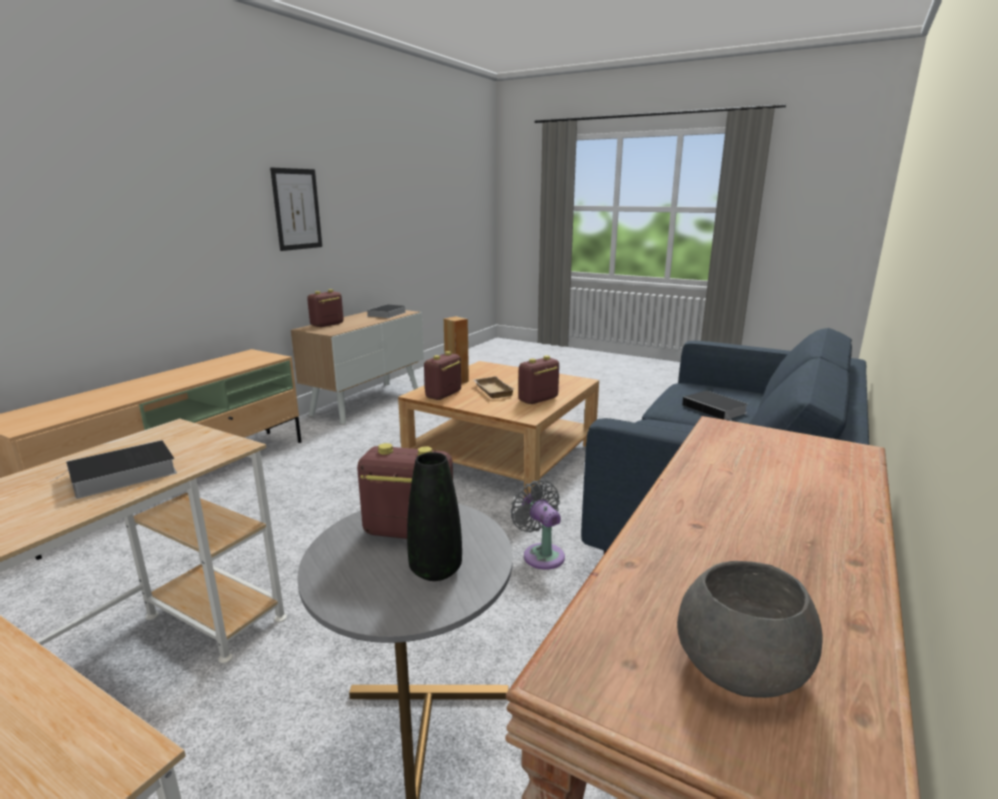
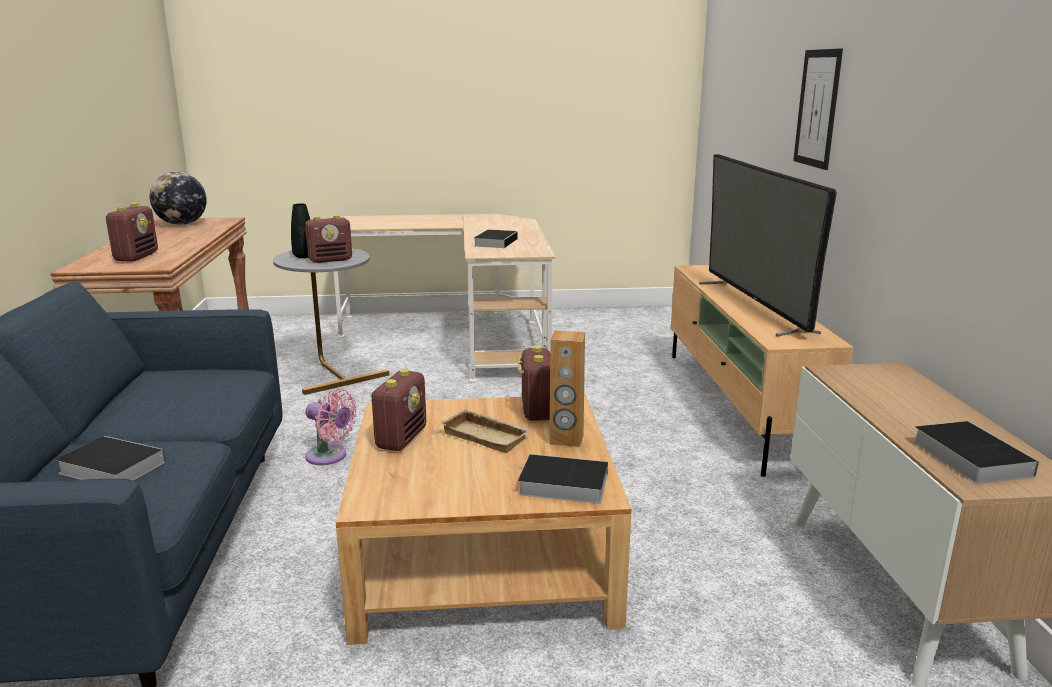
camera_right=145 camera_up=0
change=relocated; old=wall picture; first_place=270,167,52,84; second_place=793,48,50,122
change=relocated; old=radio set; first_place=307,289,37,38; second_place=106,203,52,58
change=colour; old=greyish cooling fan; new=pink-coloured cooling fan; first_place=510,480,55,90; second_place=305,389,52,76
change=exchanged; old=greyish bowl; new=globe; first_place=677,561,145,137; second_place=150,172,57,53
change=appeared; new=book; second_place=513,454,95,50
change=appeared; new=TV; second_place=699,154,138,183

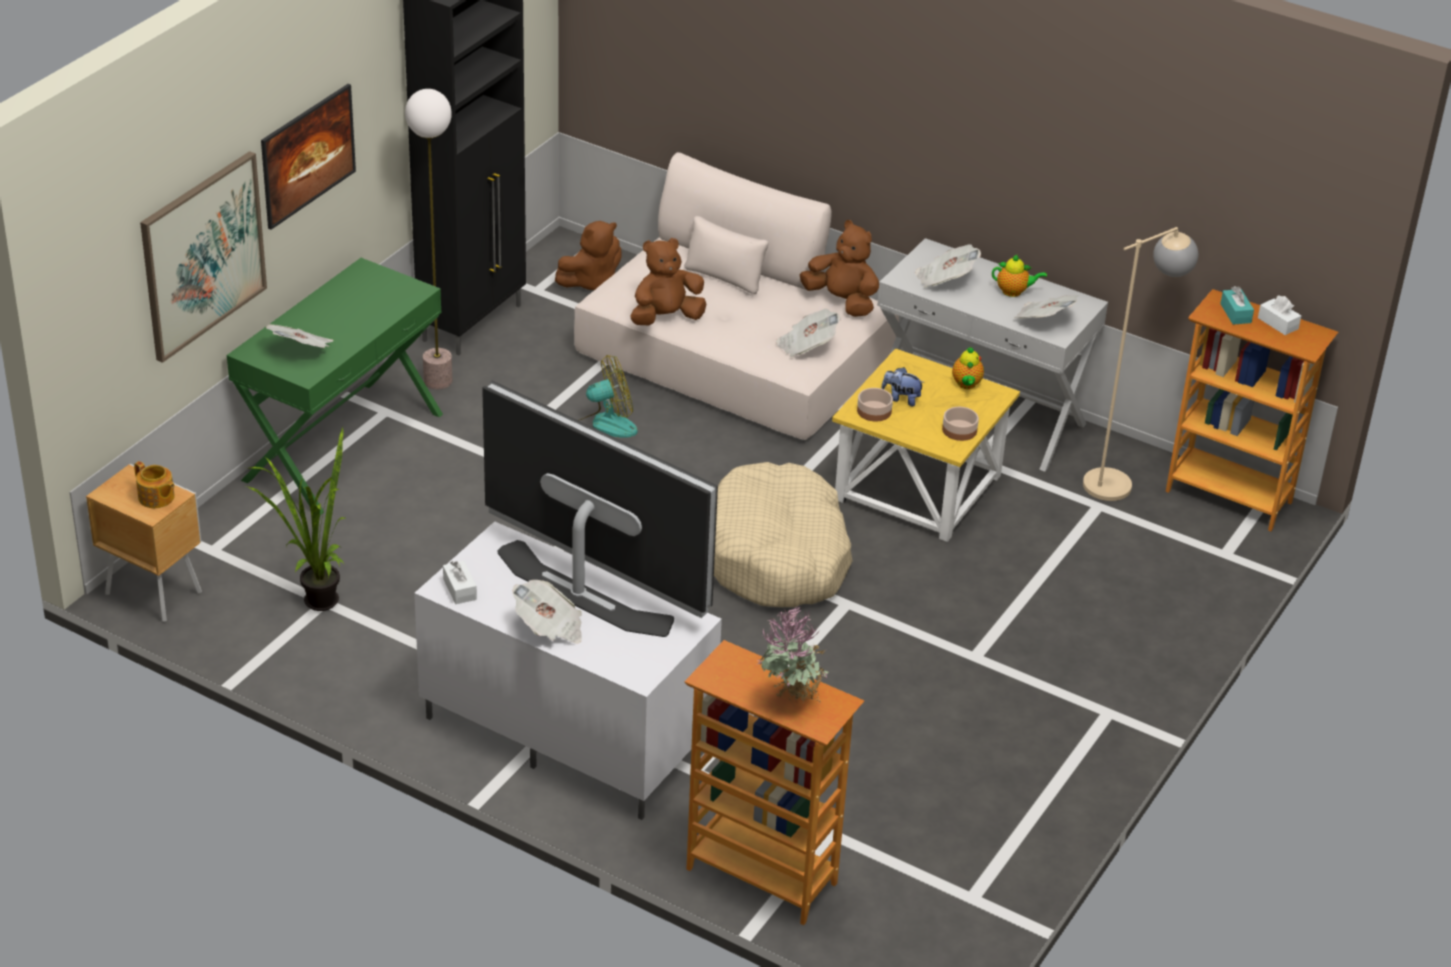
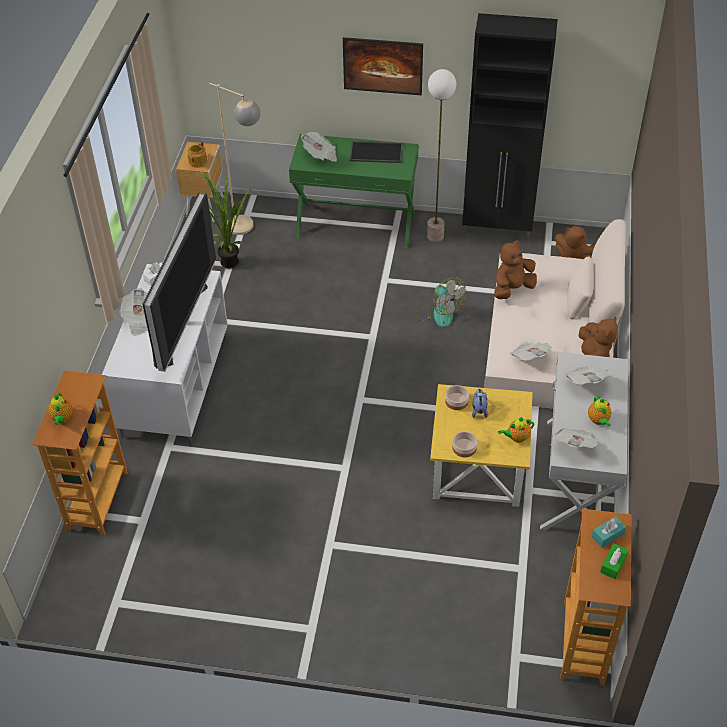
camera_right=70 camera_up=10
change=missing; old=wall picture; first_place=140,151,127,212
change=spun; old=brown cuddly toy; first_place=631,238,75,87; second_place=494,240,43,59; degrees=-75
change=missing; old=beige dog cushion; first_place=714,462,139,145
change=exchanged; old=potted plant; new=tea pot; first_place=756,606,72,98; second_place=48,391,25,34
change=relocated; old=beige standing lamp; first_place=1083,227,115,274; second_place=209,83,51,152
change=colour; old=whitish tissue holder; new=greenish tissue holder; first_place=1258,296,43,39; second_place=600,543,28,36
change=appeared; new=carrying tray; second_place=349,141,54,22

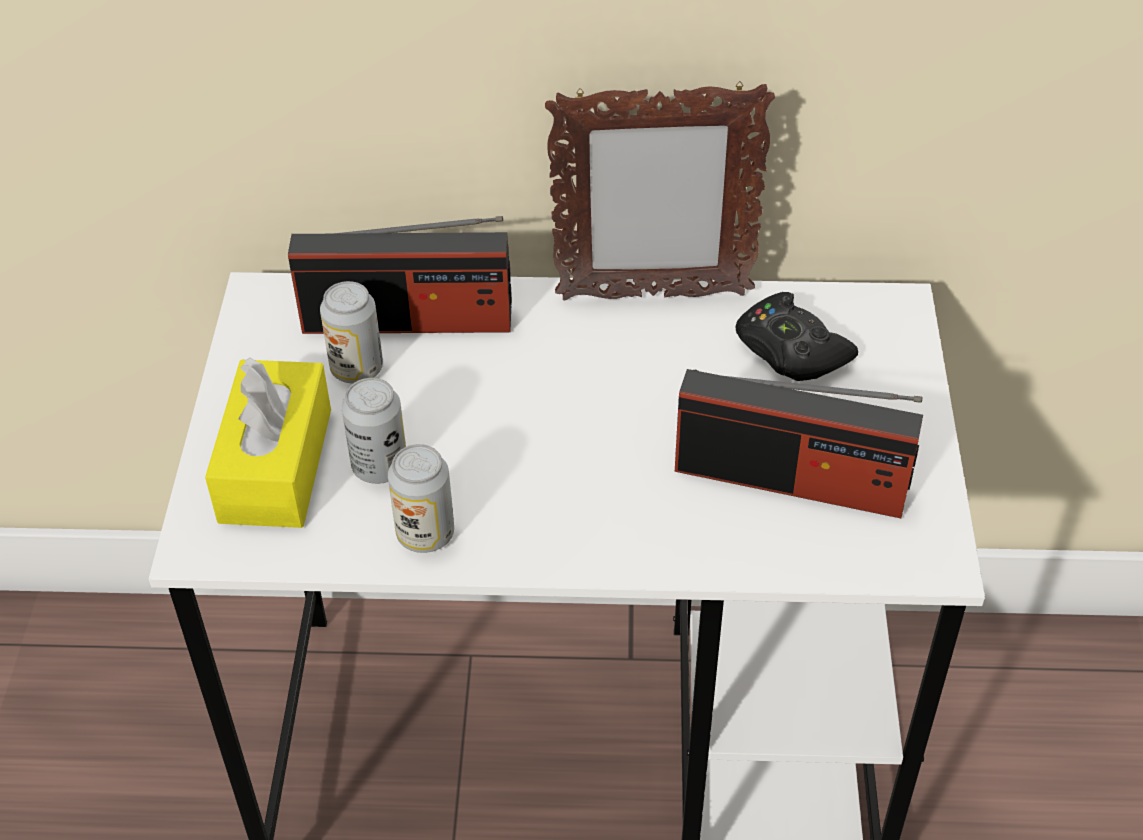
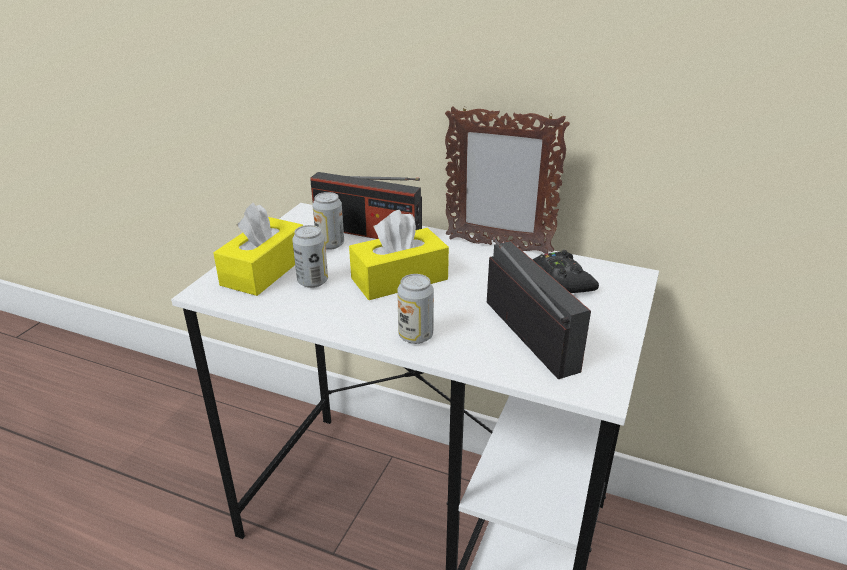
camera_right=20 camera_up=-15
change=relocated; old=can; first_place=388,444,66,109; second_place=397,274,37,70
change=spun; old=radio set; first_place=675,369,248,149; second_place=487,237,104,142; degrees=-150
change=appeared; new=yellow-coloured tissue holder; second_place=349,210,100,90

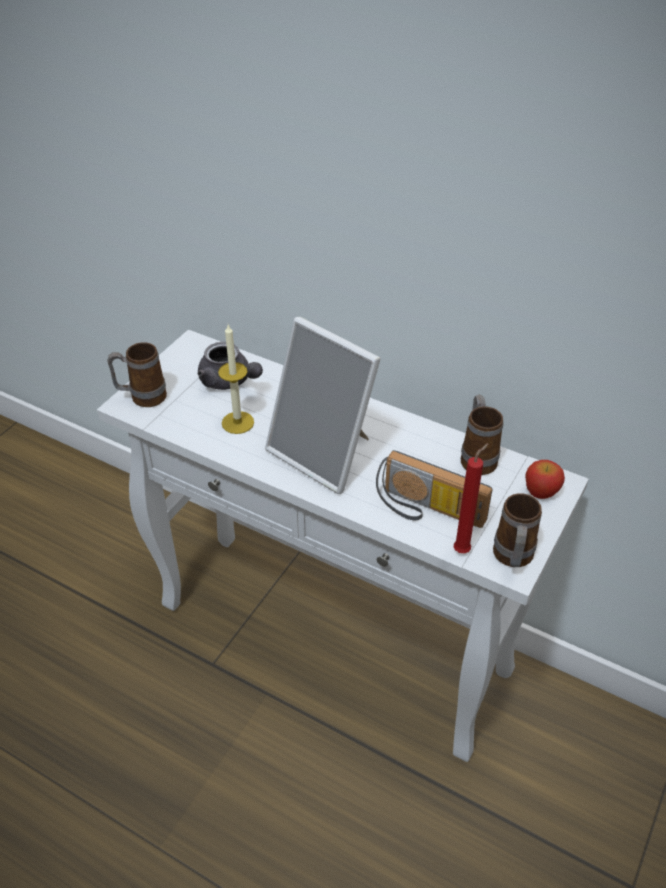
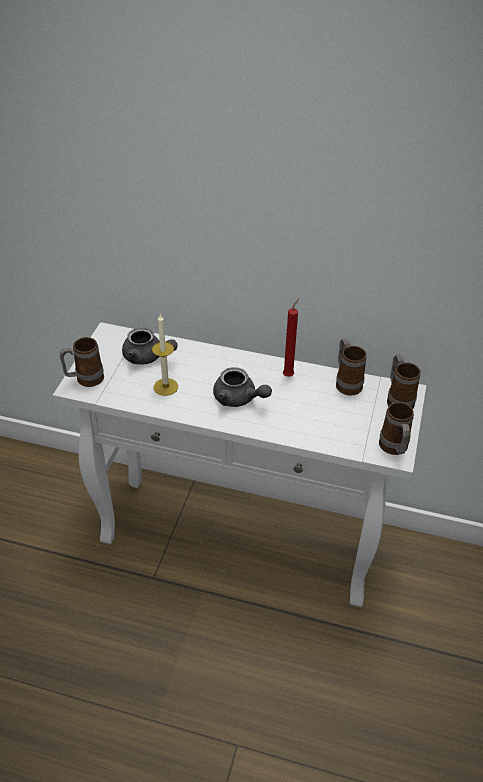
camera_right=-15 camera_up=0
change=exchanged; old=picture frame; new=greyish tea pot; first_place=265,317,116,177; second_place=213,367,59,40
change=missing; old=radio set; first_place=376,450,117,78
change=relocated; old=reddish wax candle; first_place=454,443,35,110; second_place=283,298,16,79
change=exchanged; old=apple fruit; new=tea mug; first_place=525,460,40,39; second_place=387,354,34,55

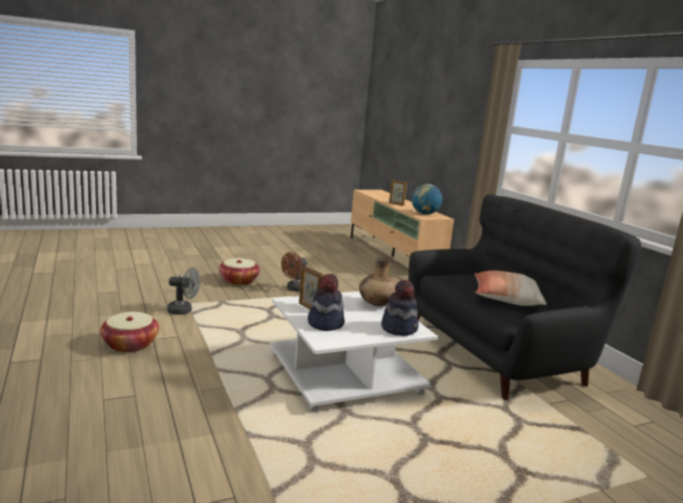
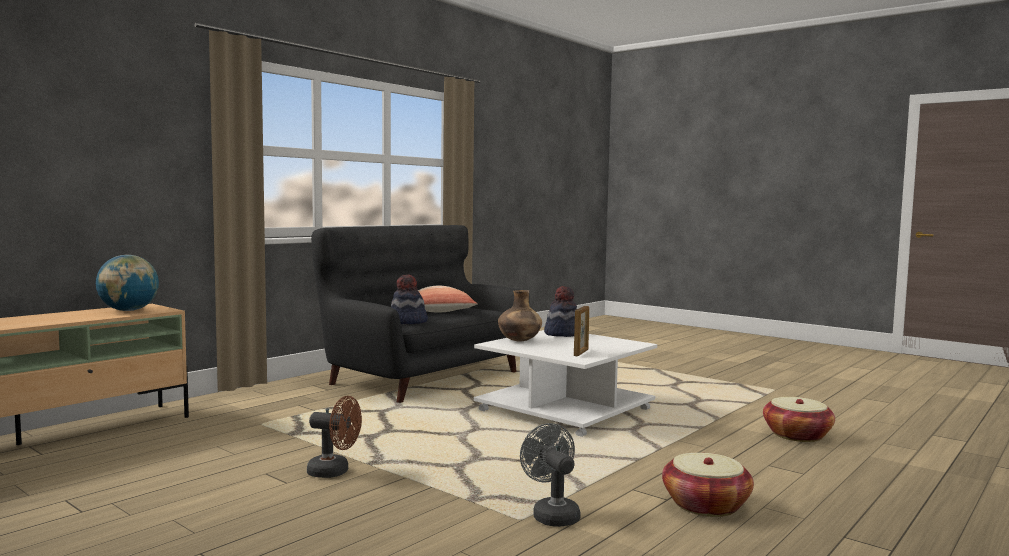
camera_right=-115 camera_up=-10
change=relocated; old=basket; first_place=219,258,41,27; second_place=763,397,72,45
change=relocated; old=wearable hat; first_place=308,274,37,57; second_place=391,275,37,49
change=missing; old=picture frame; first_place=389,179,18,27

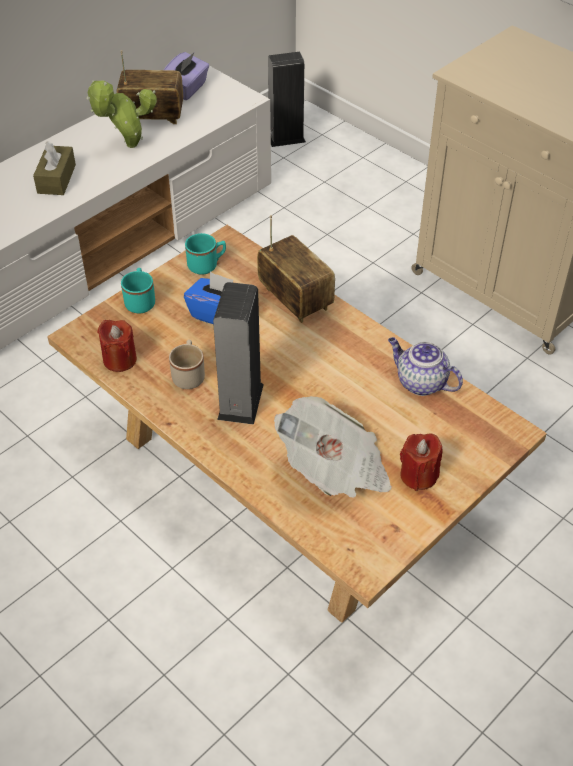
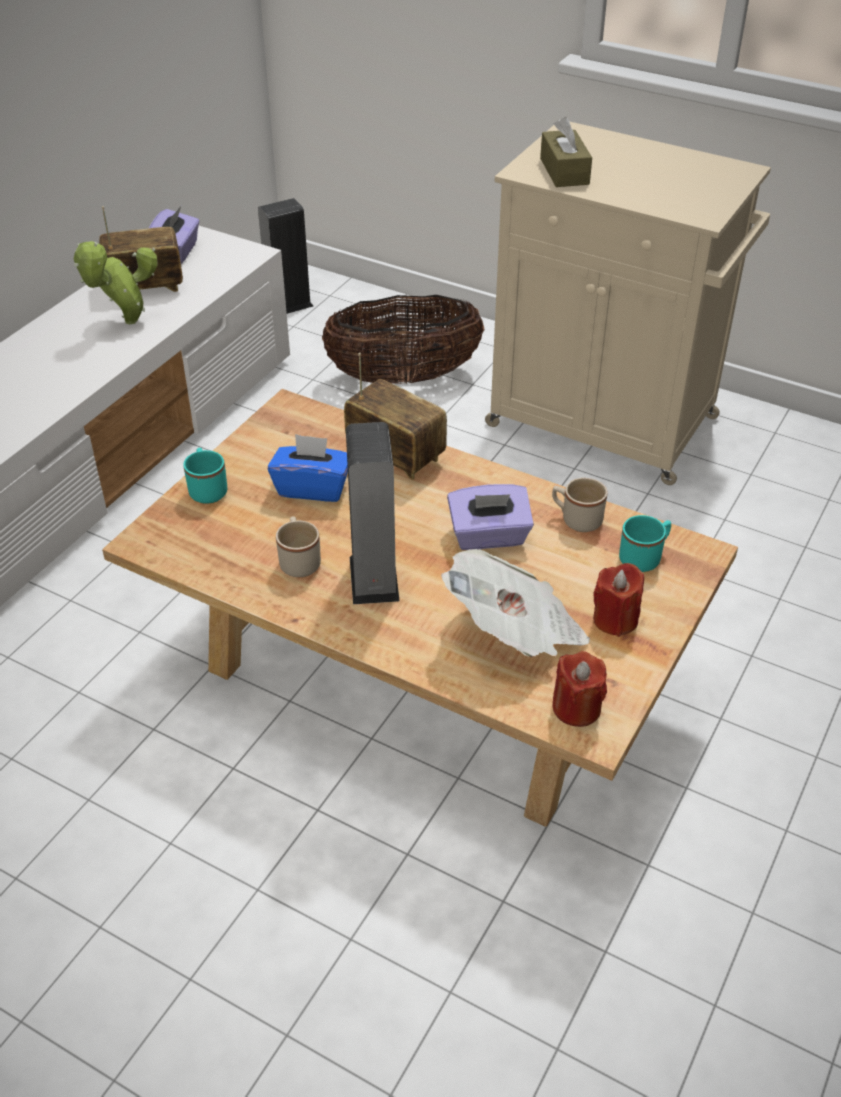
camera_right=-15 camera_up=-5
change=relocated; old=brown tissue holder; first_place=33,141,43,54; second_place=540,117,52,70
change=relocated; old=reddish wax candle; first_place=98,320,39,52; second_place=553,651,54,76
change=relocated; old=turquoise tea mug; first_place=185,233,41,42; second_place=619,515,52,57
change=exchanged; old=tea pot; new=beige tea mug; first_place=388,337,75,59; second_place=552,478,55,54
change=appeared; new=basket; second_place=322,295,162,89
change=appeared; new=purplish tissue holder; second_place=447,484,87,66

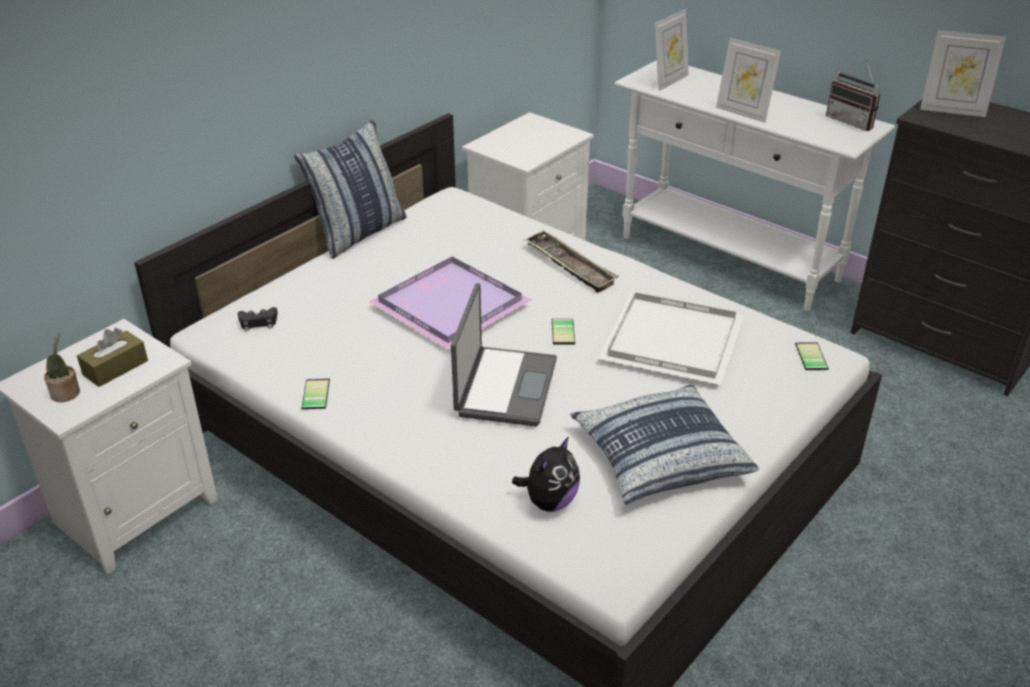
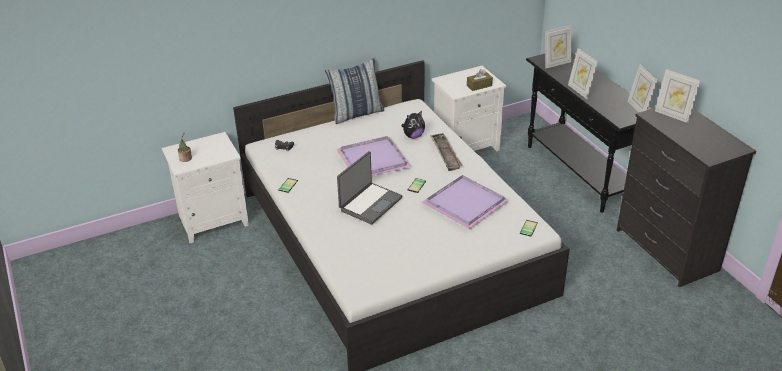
camera_right=25 camera_up=0
change=relocated; old=brown tissue holder; first_place=77,328,71,59; second_place=467,69,26,22
change=relocated; old=cuddly toy; first_place=512,436,68,76; second_place=401,111,24,28
change=missing; old=pillow; first_place=570,384,189,121
change=colour; old=whitish carrying tray; new=purplish carrying tray; first_place=598,293,146,92; second_place=422,175,87,54
change=colour; old=whitish console table; new=black-coloured console table; first_place=614,60,281,251; second_place=526,52,126,161
change=exchanged; old=radio set; new=picture frame; first_place=826,62,54,69; second_place=627,65,31,47

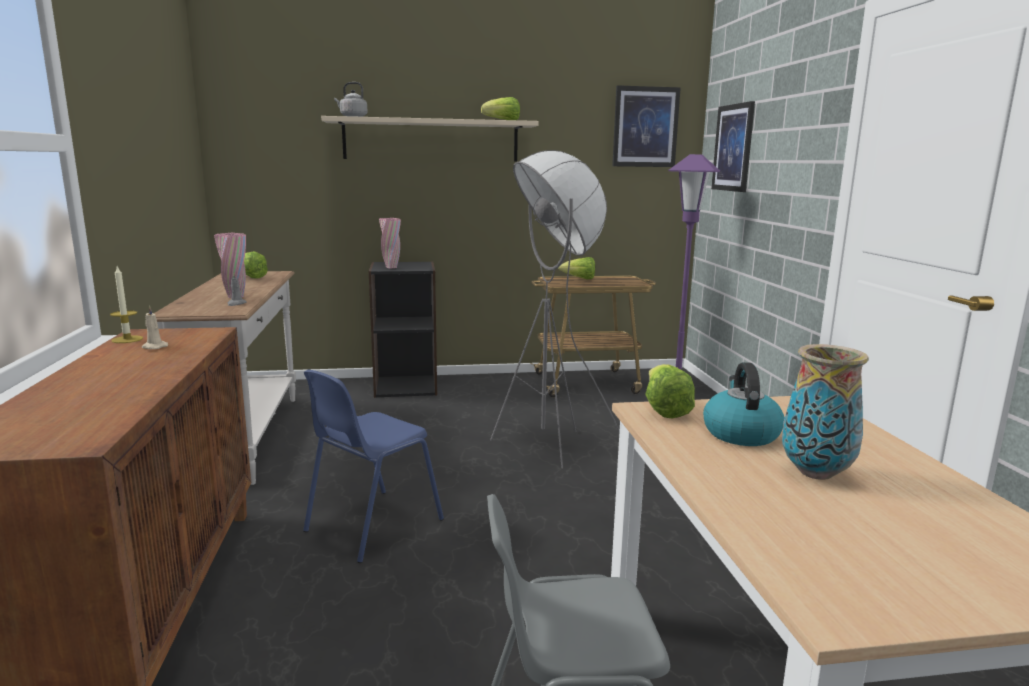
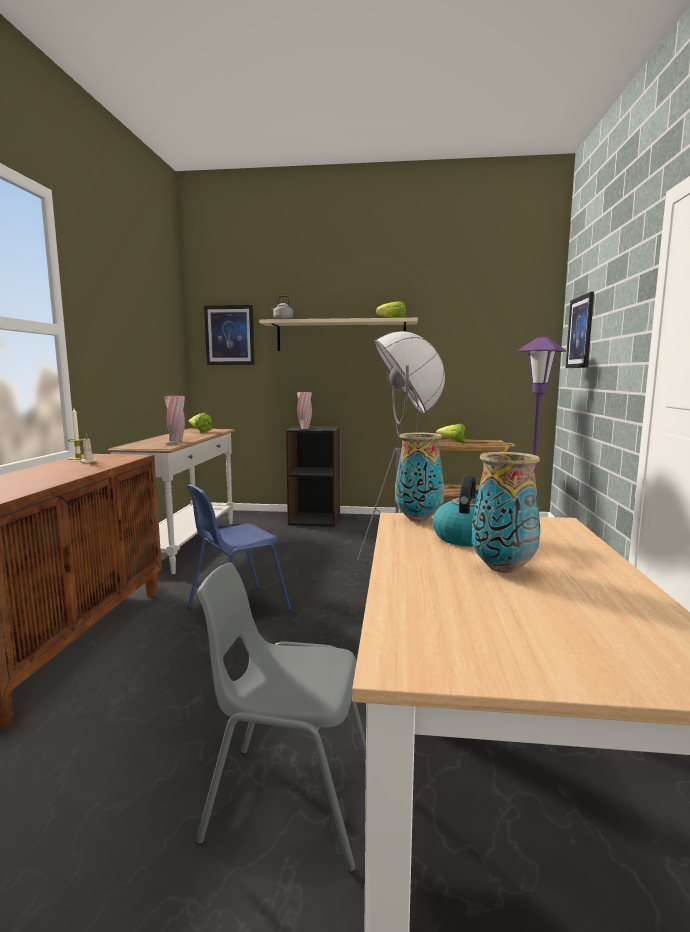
camera_right=15 camera_up=-5
change=relocated; old=wall picture; first_place=612,85,69,82; second_place=204,305,51,60
change=exchanged; old=head of lettuce; new=decorative vase; first_place=645,364,50,54; second_place=395,432,49,90

